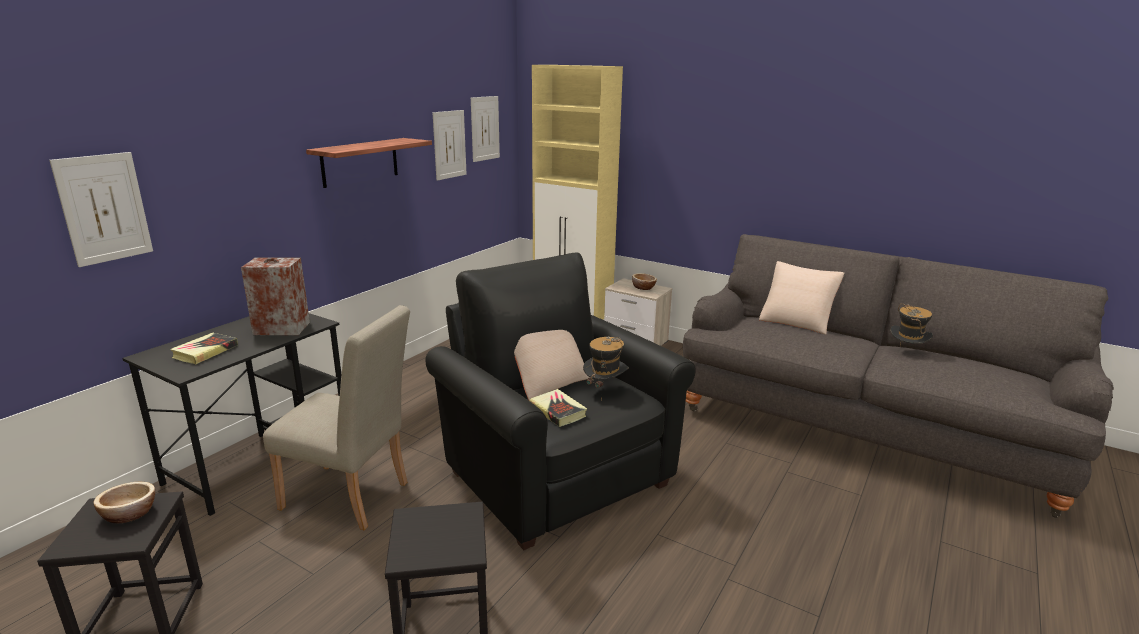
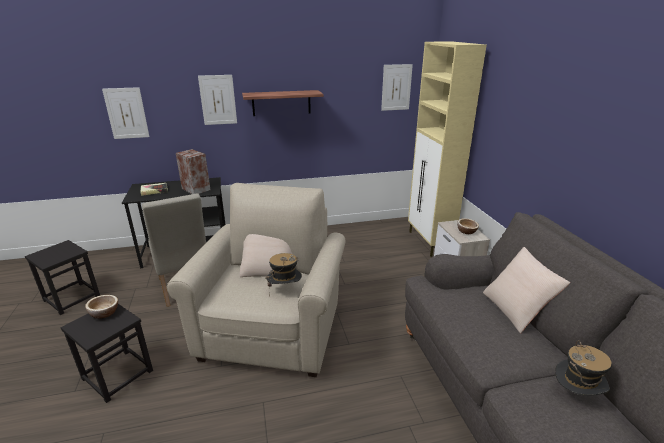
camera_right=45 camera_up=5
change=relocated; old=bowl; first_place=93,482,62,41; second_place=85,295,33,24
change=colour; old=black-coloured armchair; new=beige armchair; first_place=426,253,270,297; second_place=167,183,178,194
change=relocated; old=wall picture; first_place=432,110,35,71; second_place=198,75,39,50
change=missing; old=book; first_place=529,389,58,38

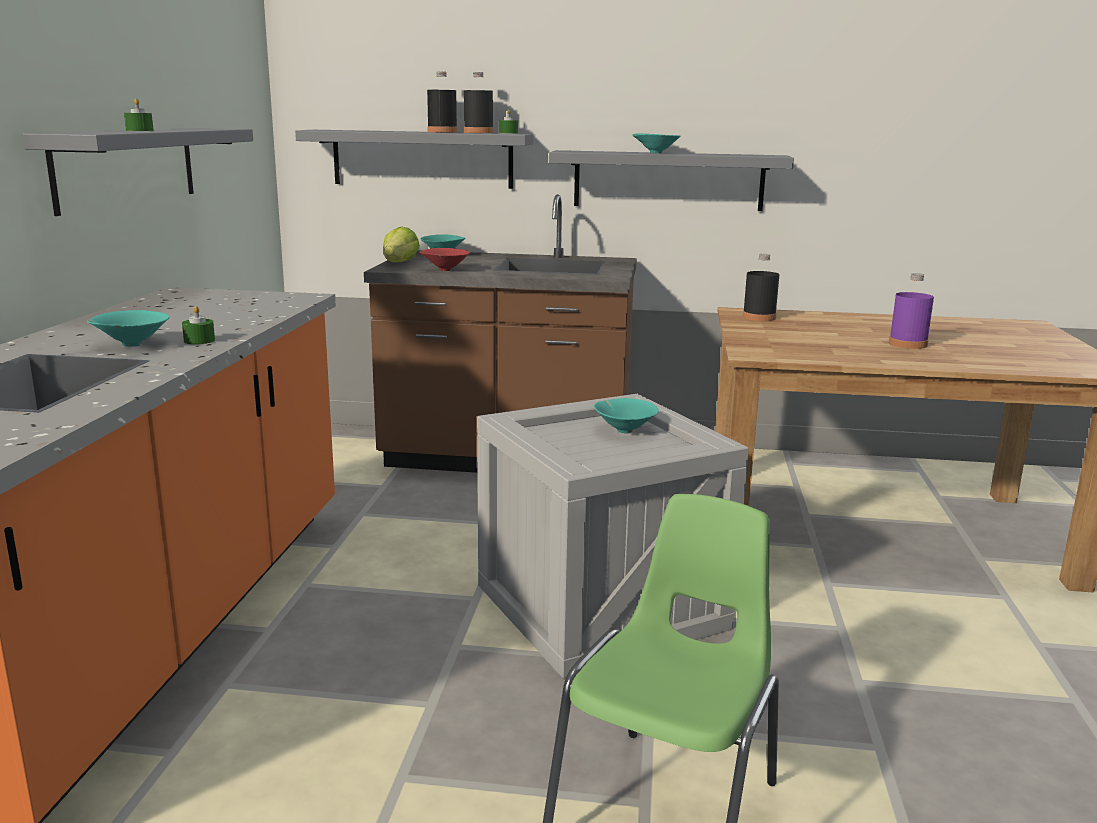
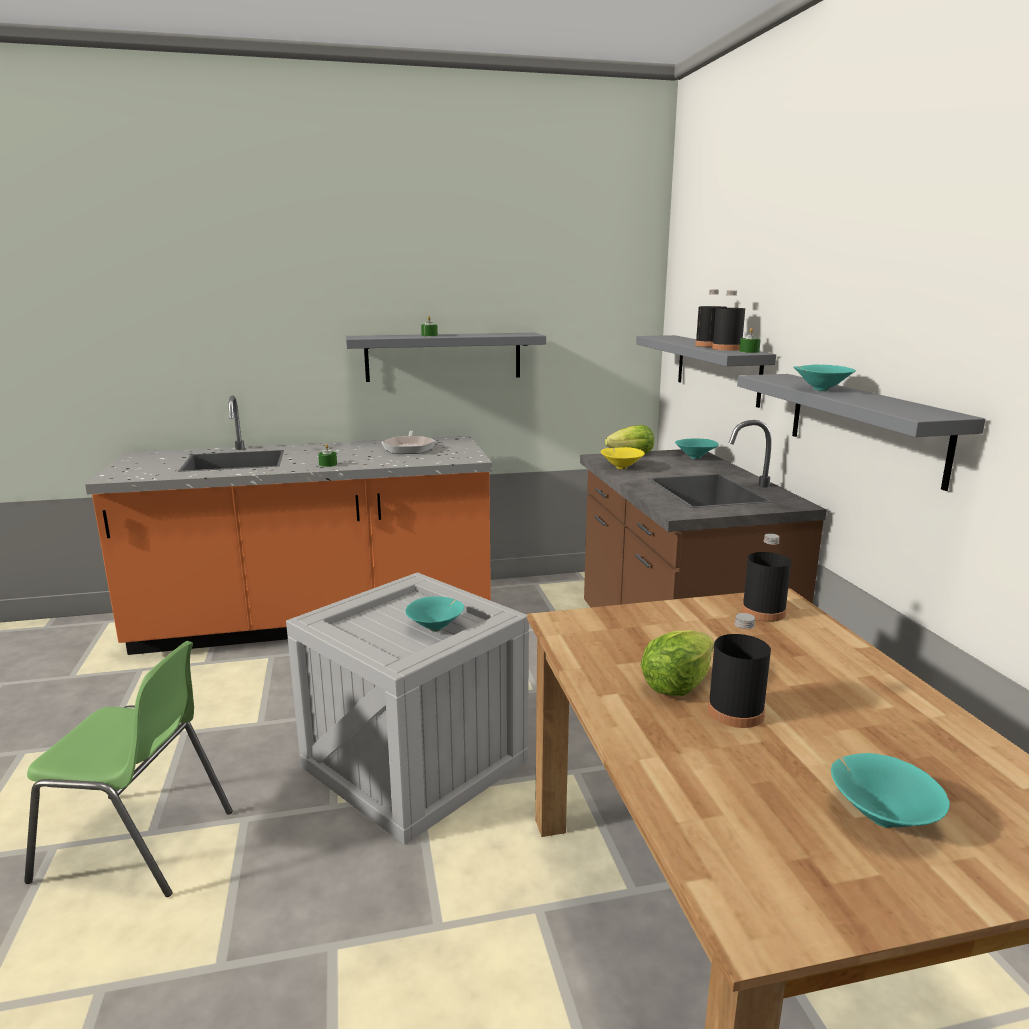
camera_right=70 camera_up=0
change=relocated; old=turquoise bowl; first_place=87,310,82,37; second_place=831,753,119,75
change=colour; old=reddish bowl; new=yellow-coloured bowl; first_place=419,248,51,23; second_place=601,447,44,23
change=colour; old=purplish beverage bottle; new=black-coloured beverage bottle; first_place=889,273,45,76; second_place=708,613,63,115
change=appeared; new=skillet; second_place=381,430,54,24
change=appeared; new=head of lettuce; second_place=641,630,74,66

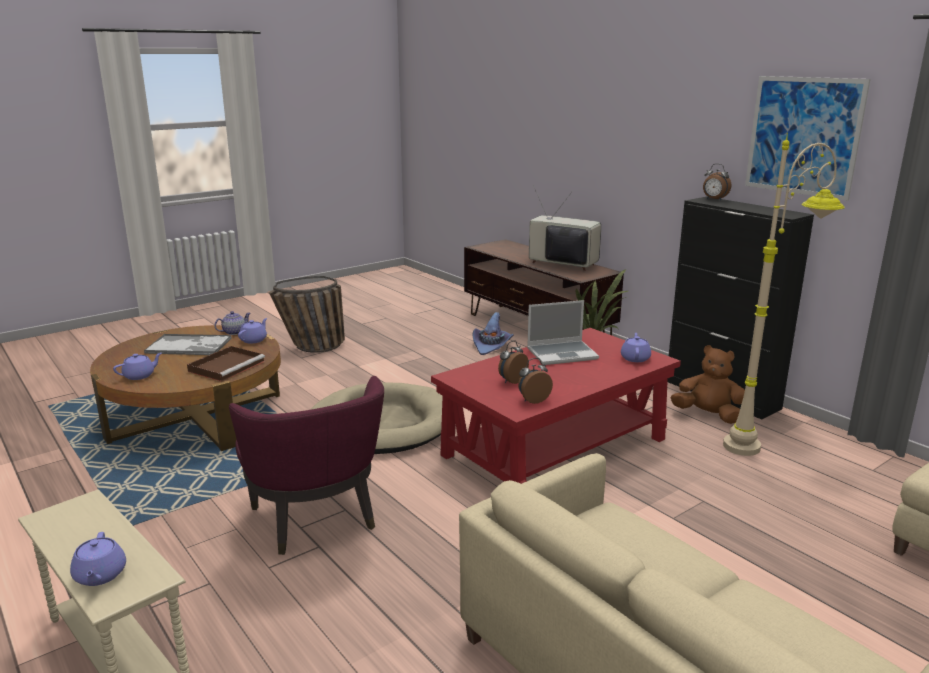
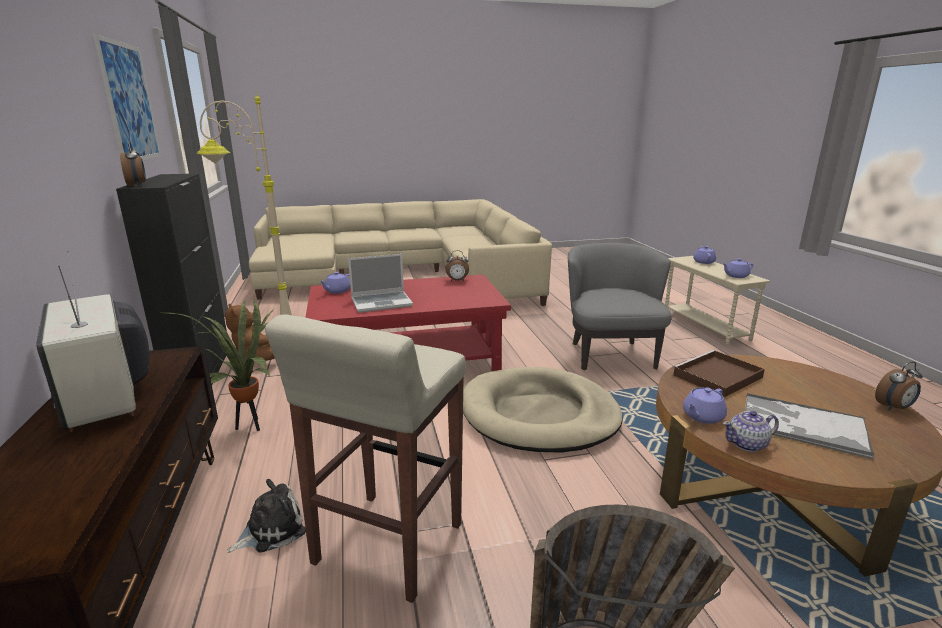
camera_right=-155 camera_up=0
change=relocated; old=purplish tea pot; first_place=113,353,49,27; second_place=723,258,30,20
change=colour; old=purplish armchair; new=greyish armchair; first_place=229,376,155,179; second_place=568,243,103,127
change=exchanged; old=purplish wearable hat; new=cuddly toy; first_place=472,312,41,43; second_place=227,479,79,74
change=relocated; old=bedside clock; first_place=498,340,31,44; second_place=875,362,48,48
change=spun; old=notebook computer; first_place=527,300,72,65; second_place=348,254,65,59; degrees=150
change=appeared; new=beige stool; second_place=265,315,201,288

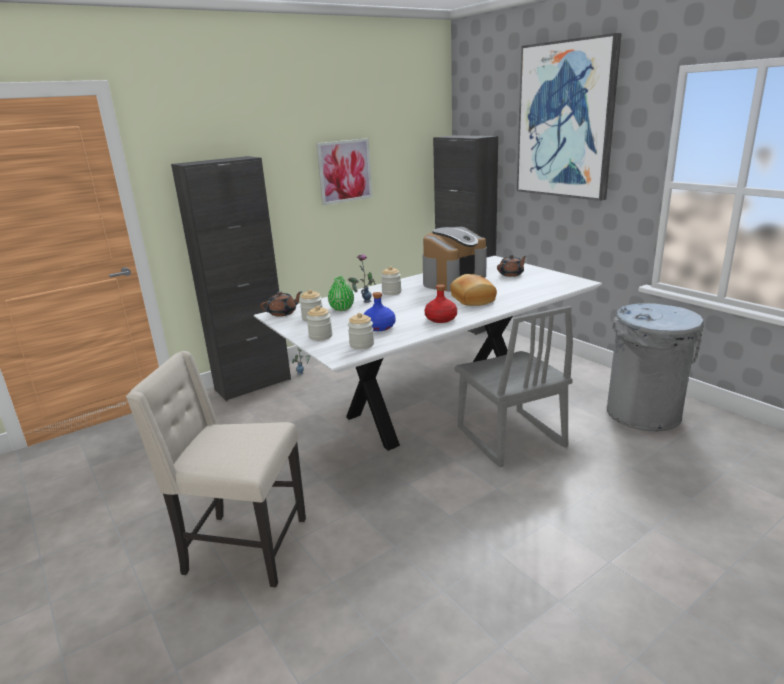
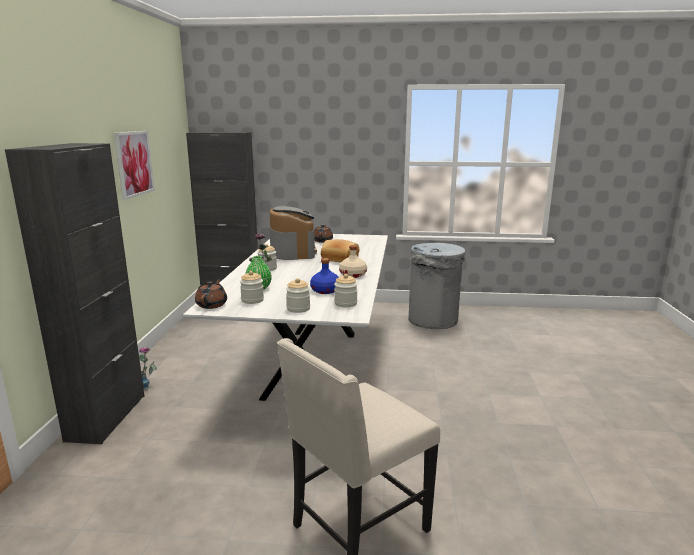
camera_right=-50 camera_up=-5
change=colour; old=reddish beverage bottle; new=beige beverage bottle; first_place=424,284,33,39; second_place=339,245,28,33
change=missing; old=greyish plain chair; first_place=454,306,119,161
change=missing; old=wall picture; first_place=517,33,105,168

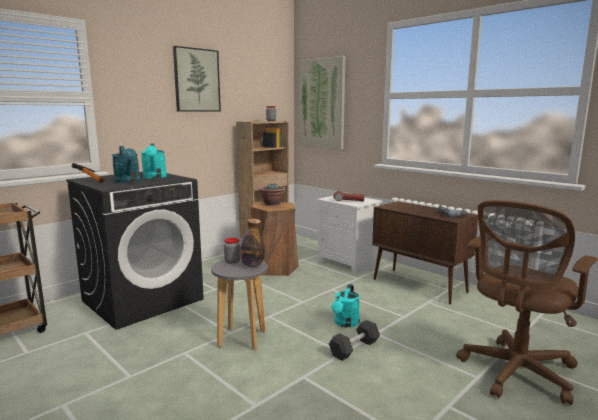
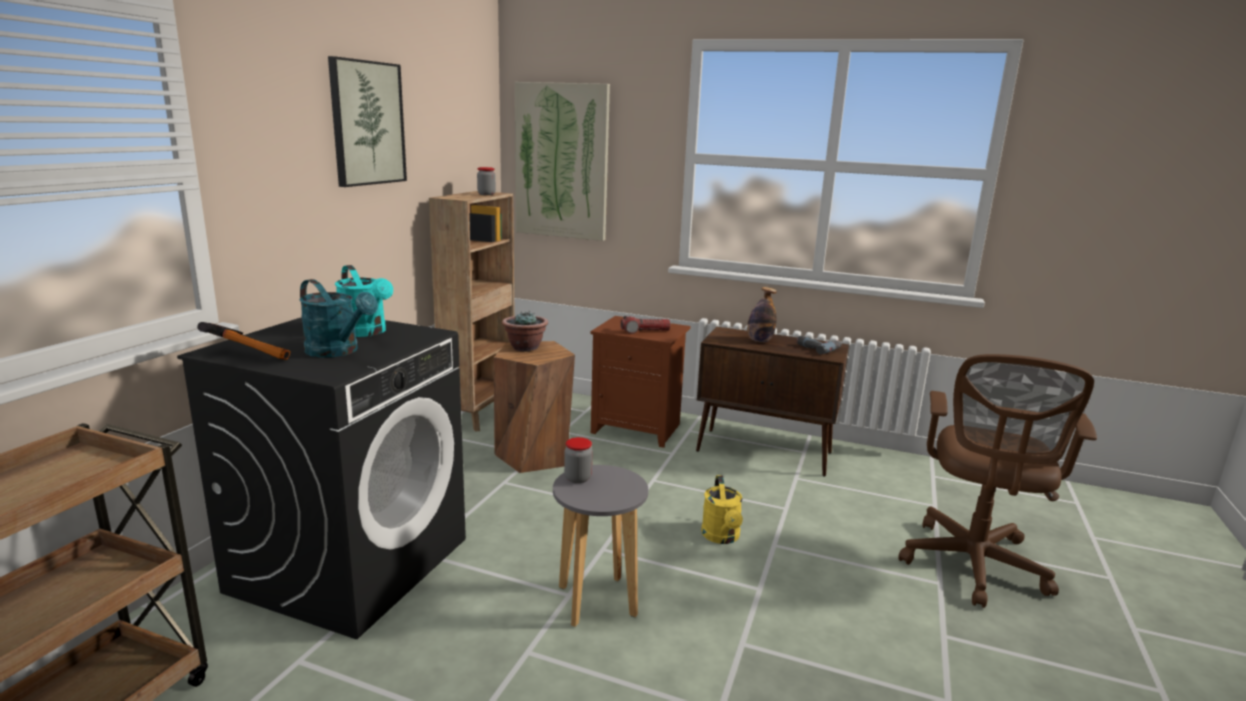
camera_right=-25 camera_up=5
change=relocated; old=beverage bottle; first_place=240,219,25,48; second_place=747,287,30,56
change=colour; old=whitish nightstand; new=brown nightstand; first_place=317,196,65,79; second_place=591,316,99,132
change=missing; old=black-coloured hand weight; first_place=329,320,51,41
change=colour; old=turquoise watering can; new=yellow-coloured watering can; first_place=331,284,29,43; second_place=701,475,42,69

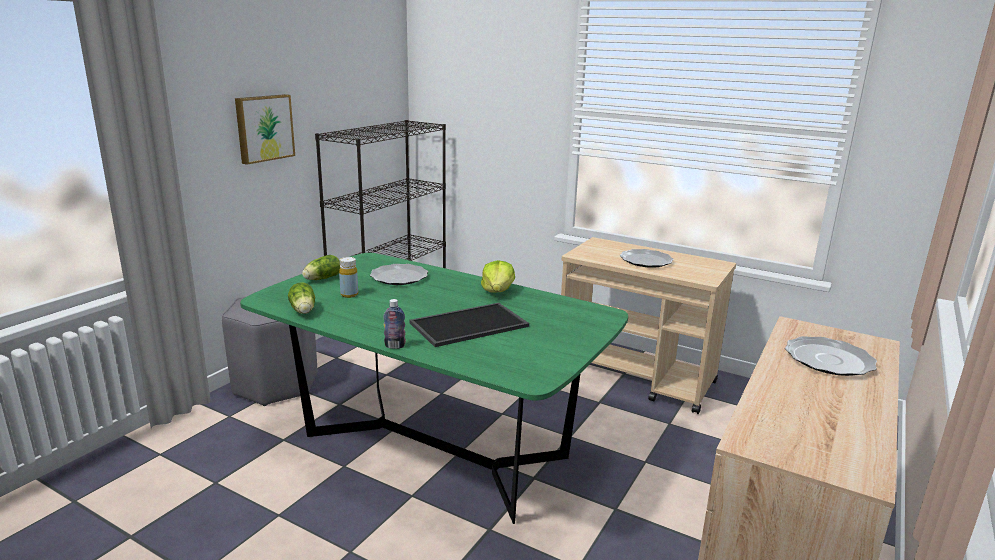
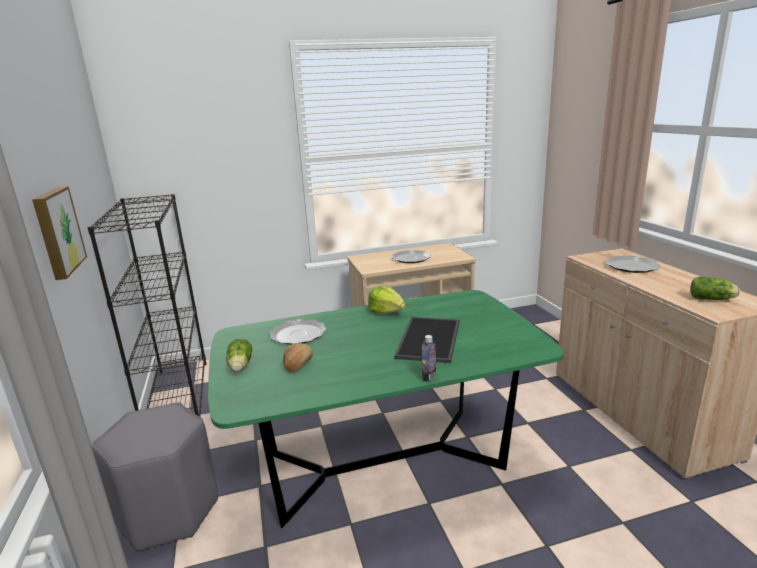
camera_right=-45 camera_up=0
change=relocated; old=head of lettuce; first_place=288,282,27,32; second_place=690,277,50,23
change=exchanged; old=yellow-coloured beverage bottle; new=baked bread; first_place=339,257,19,41; second_place=283,343,30,30

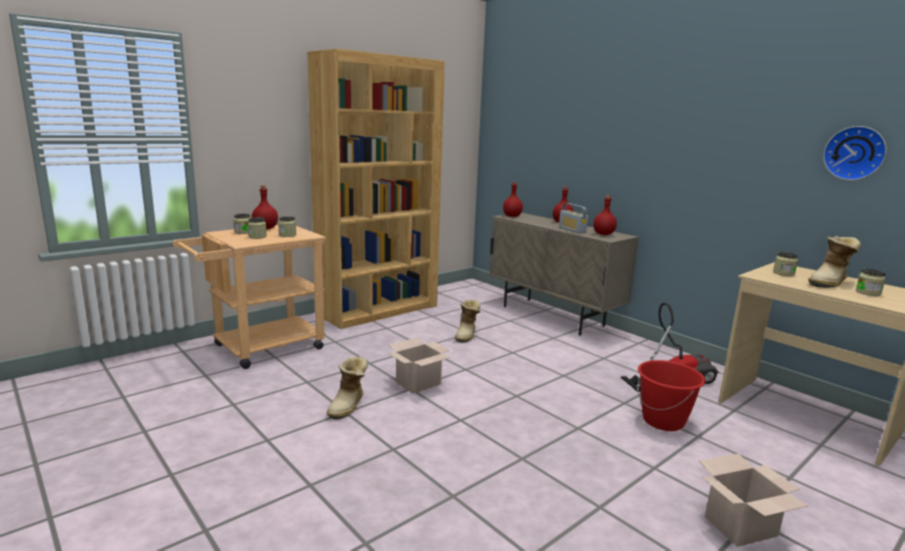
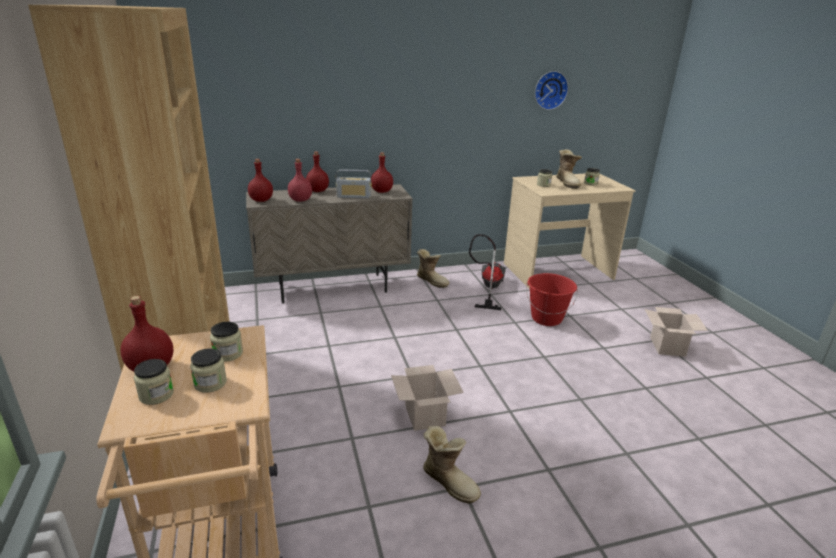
camera_right=-65 camera_up=10
change=relocated; old=tall boot; first_place=455,300,26,43; second_place=417,249,33,39
change=appeared; new=reddish beverage bottle; second_place=288,159,24,43

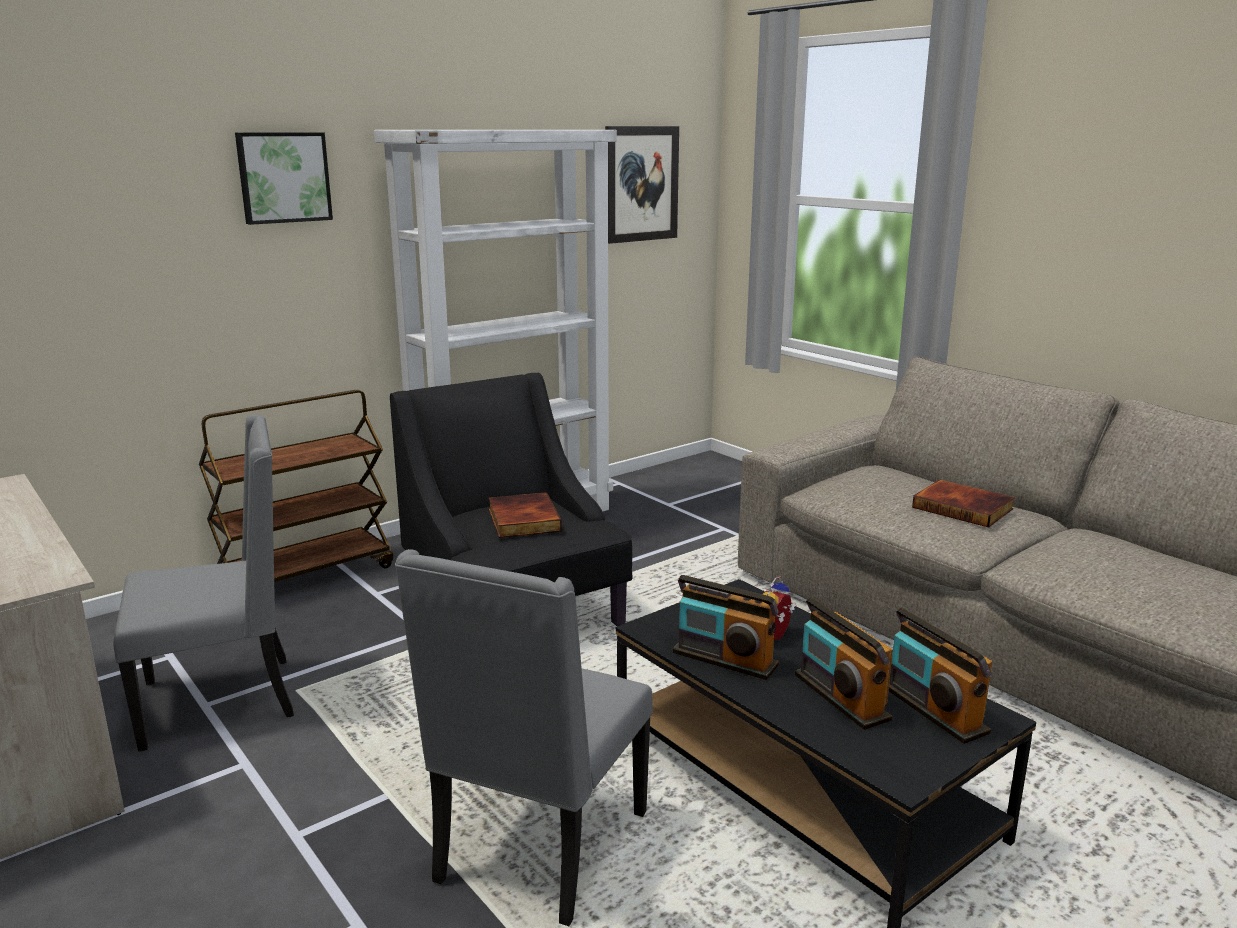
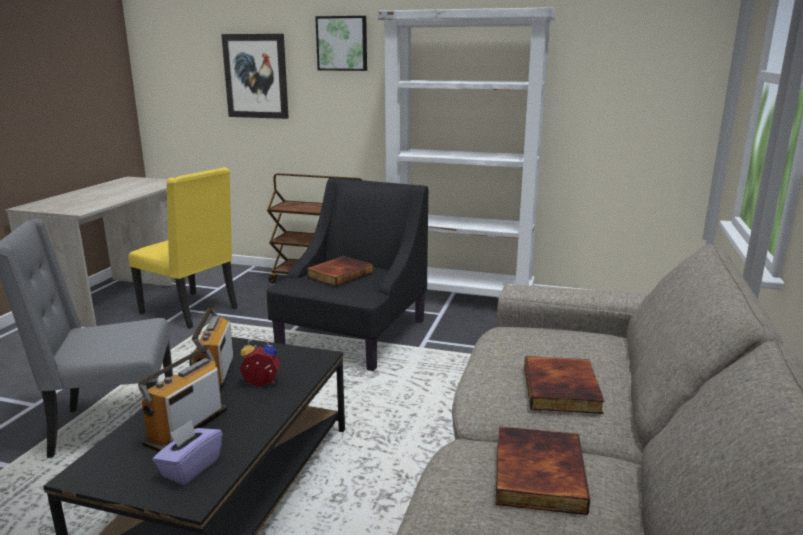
camera_right=55 camera_up=0
change=colour; old=greyish plain chair; new=yellow-coloured plain chair; first_place=114,415,180,337; second_place=129,167,109,162
change=relocated; old=wall picture; first_place=605,126,74,118; second_place=221,34,68,85
change=exchanged; old=radio set; new=purplish tissue holder; first_place=888,607,104,137; second_place=152,420,71,65
change=appeared; new=book; second_place=496,427,94,88

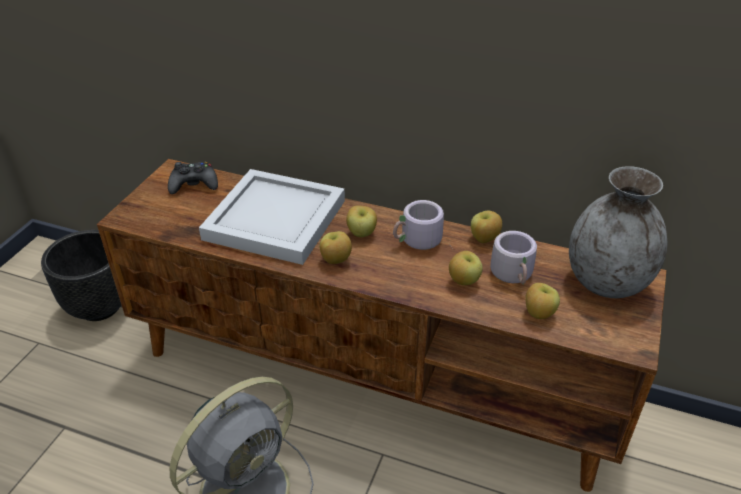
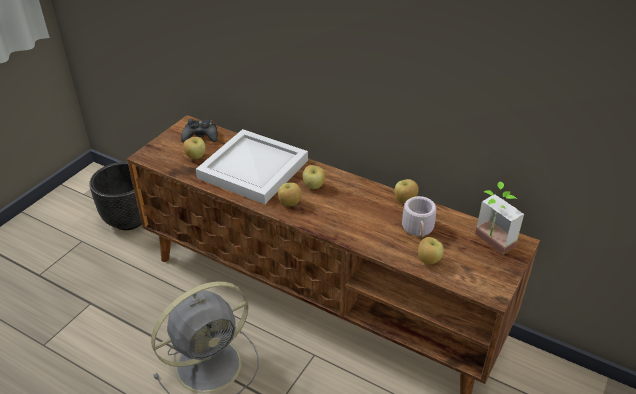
camera_right=10 camera_up=0
change=missing; old=greyish tea mug; first_place=393,200,60,50
change=relocated; old=apple fruit; first_place=449,251,34,34; second_place=183,137,23,22
change=exchanged; old=greyish decorative vase; new=potted plant; first_place=569,166,98,132; second_place=475,181,49,74

